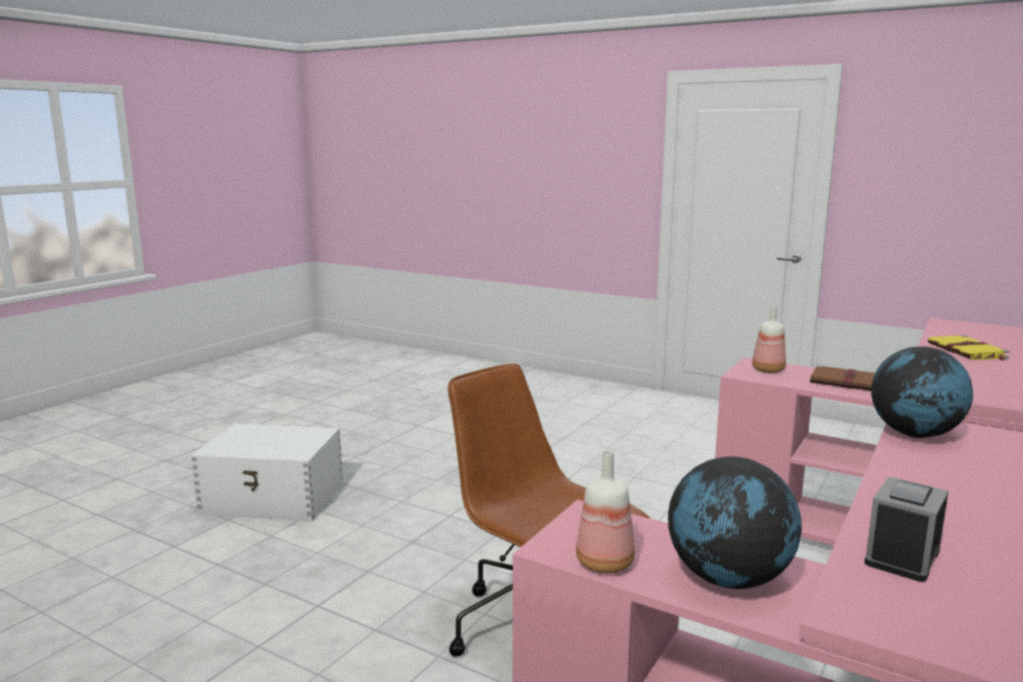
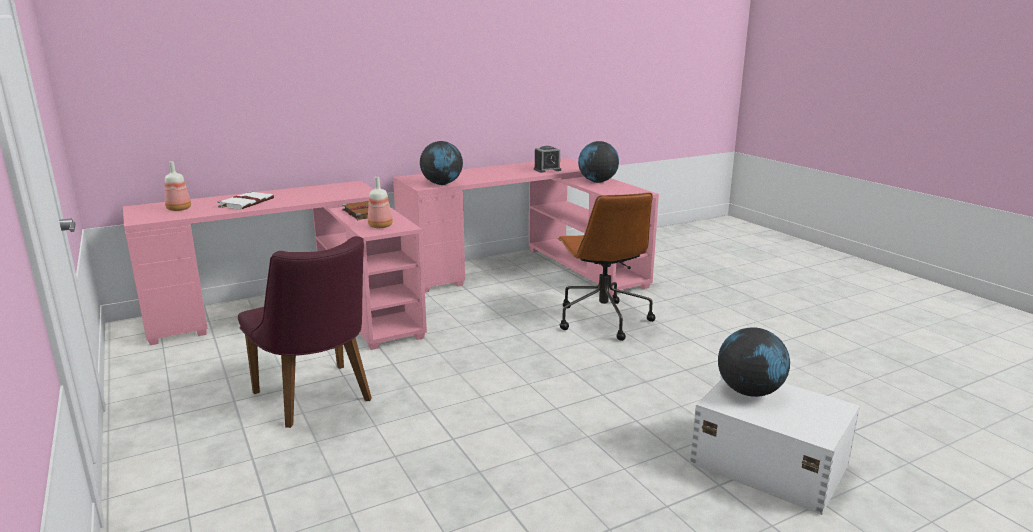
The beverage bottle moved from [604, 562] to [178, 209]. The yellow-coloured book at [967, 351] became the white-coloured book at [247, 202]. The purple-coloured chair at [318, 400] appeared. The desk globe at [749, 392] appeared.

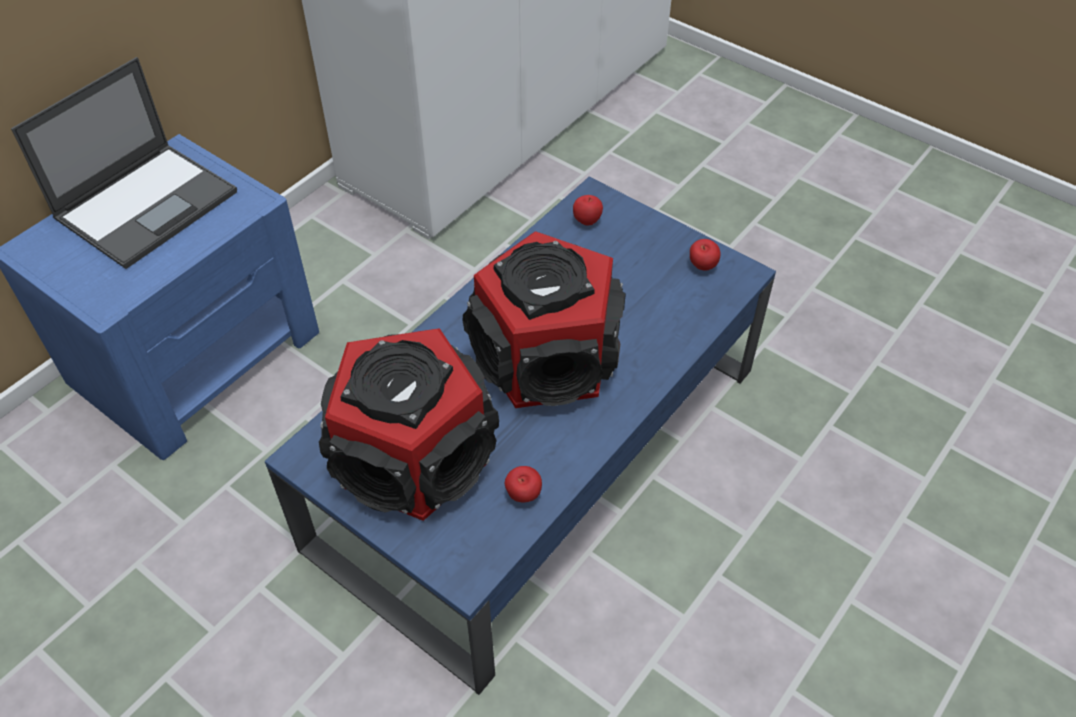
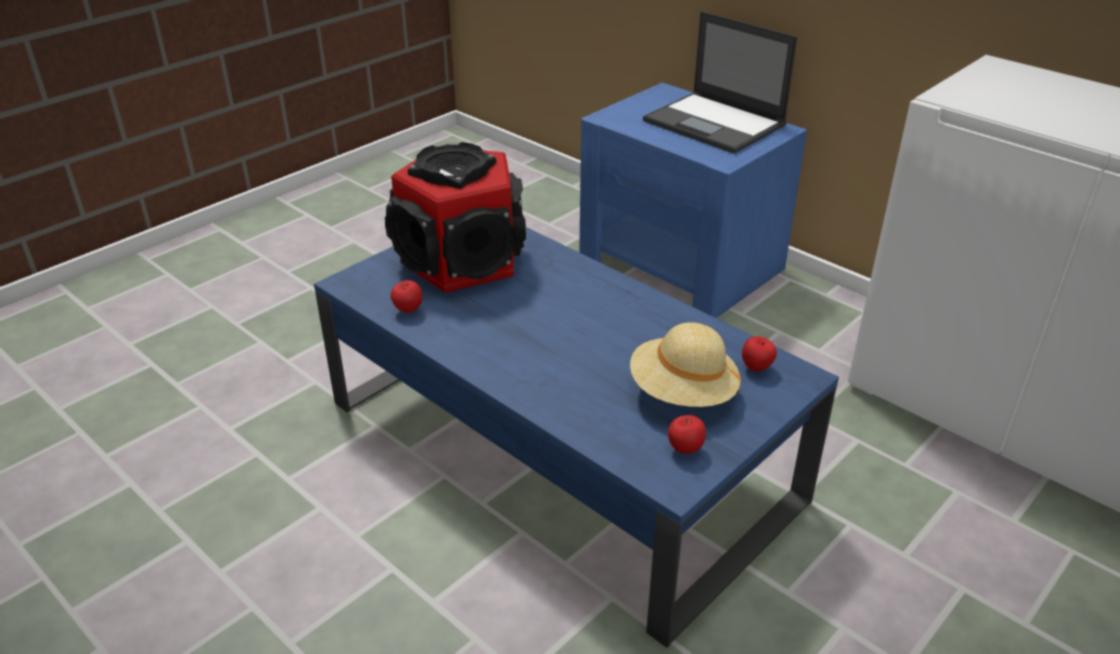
The audio speaker at [548, 361] disappeared. The sand-coloured wearable hat at [682, 393] appeared.

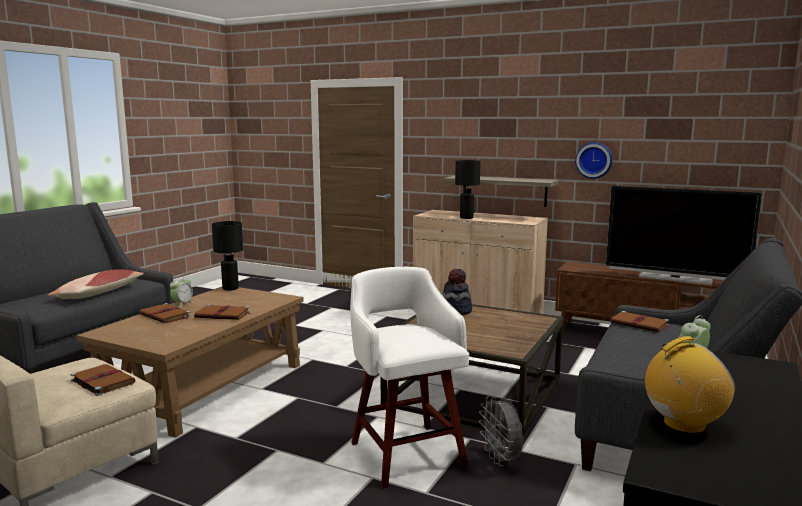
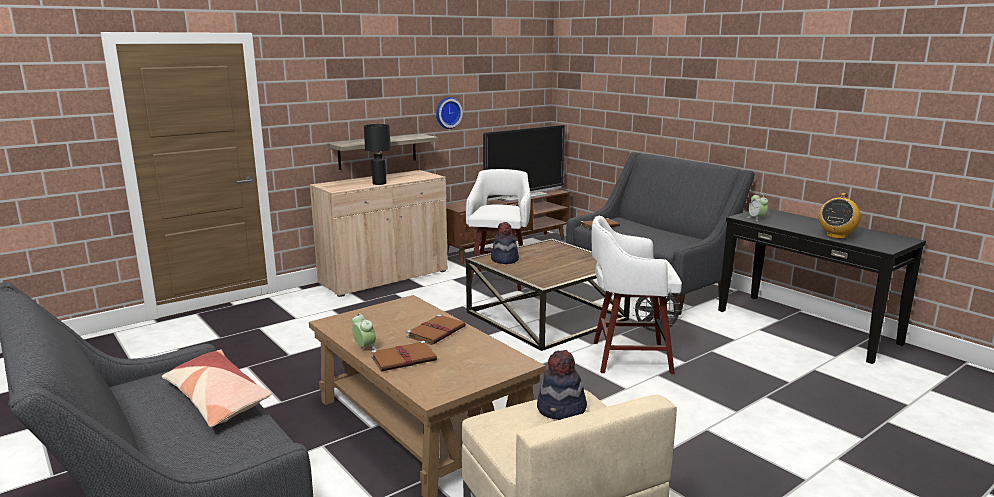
The brown-coloured book at [102, 381] was replaced by the wearable hat at [561, 410]. The black-coloured table lamp at [230, 288] disappeared. The radio receiver at [683, 425] turned 150 degrees counterclockwise. The white-coloured stool at [499, 279] appeared.

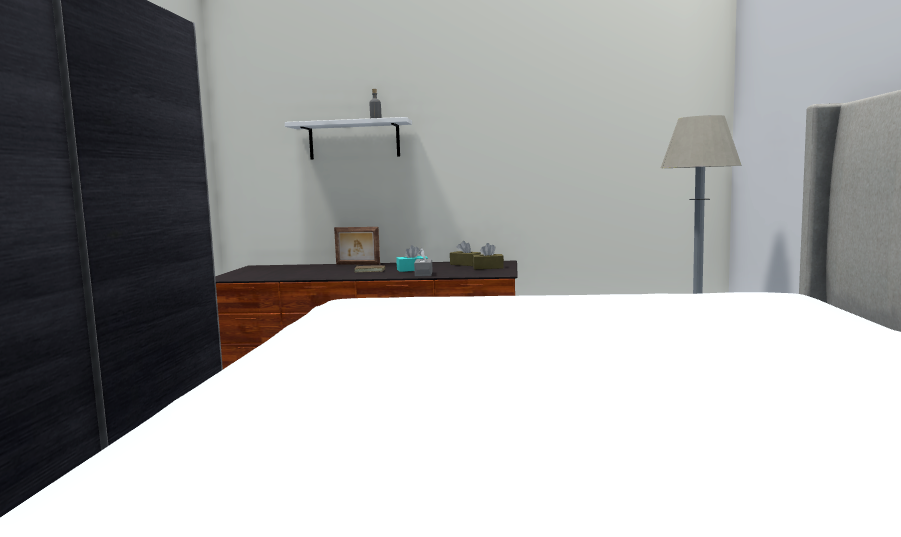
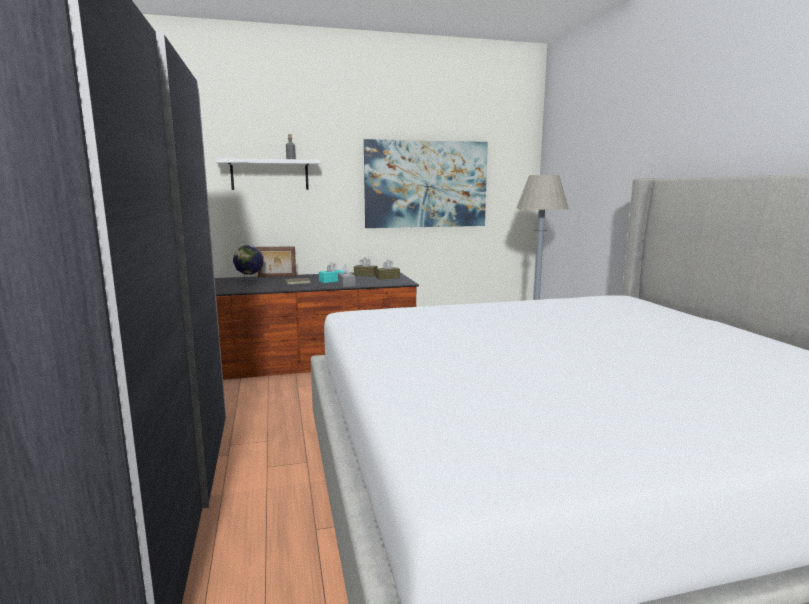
The desk globe at [250, 282] appeared. The wall picture at [426, 184] appeared.

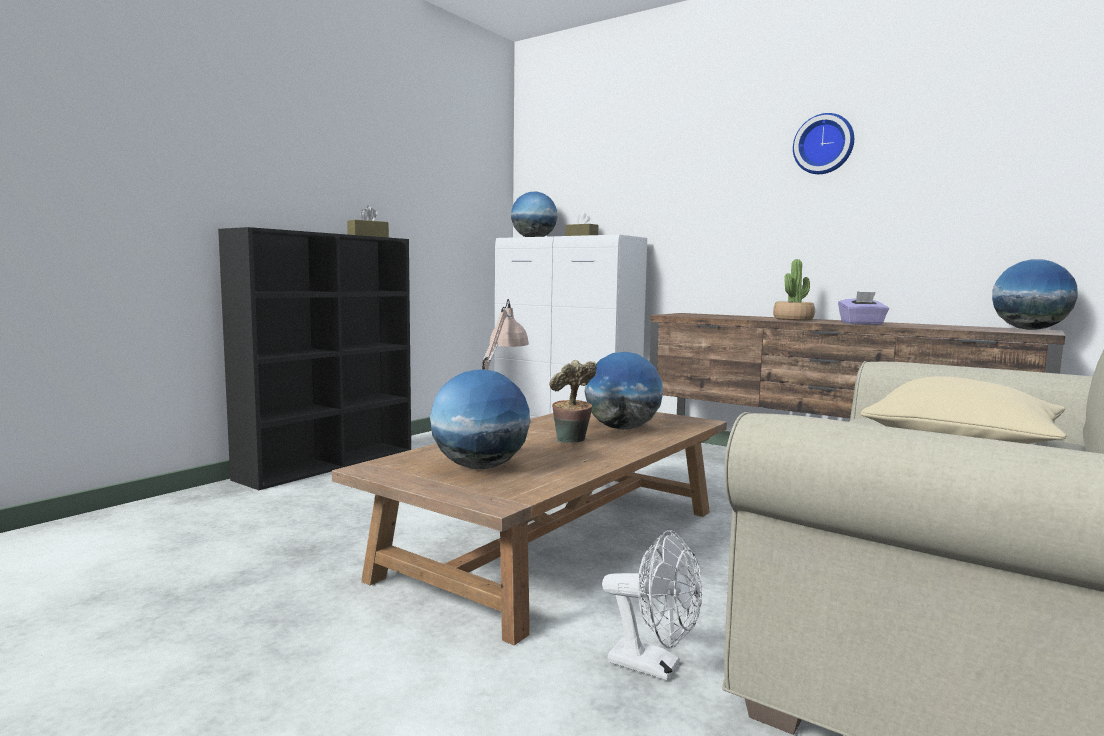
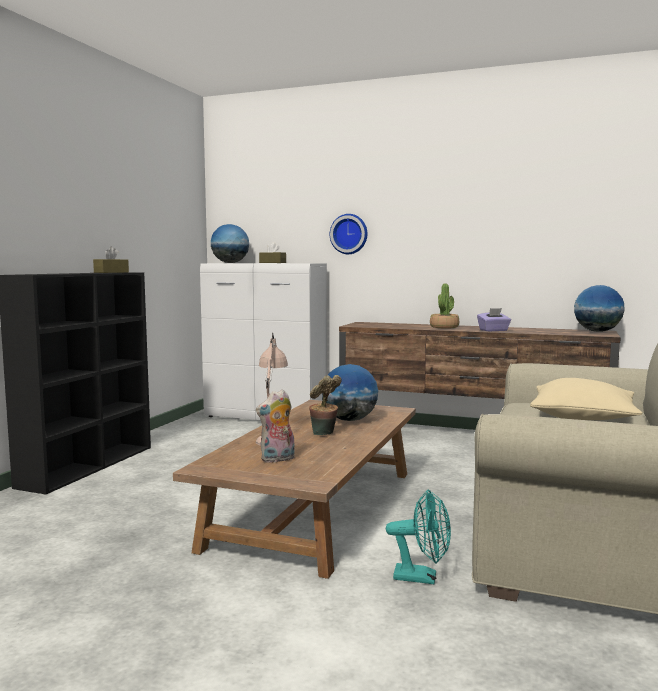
The desk globe at [480, 467] was replaced by the soft toy at [277, 459]. The white-coloured cooling fan at [655, 666] became the blue-green cooling fan at [422, 577]. The wall clock moved from [824, 144] to [349, 234].

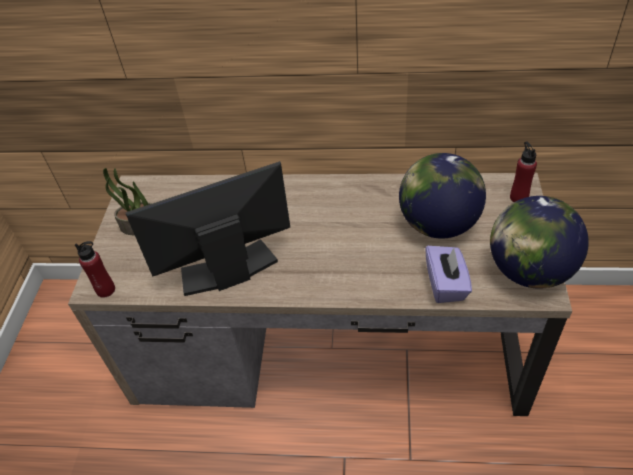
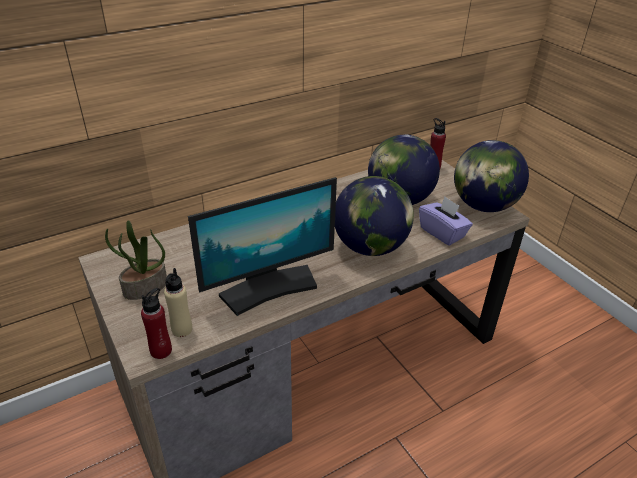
The monitor at [228, 270] turned 150 degrees counterclockwise. The sand-coloured beverage bottle at [182, 329] appeared. The desk globe at [370, 247] appeared.

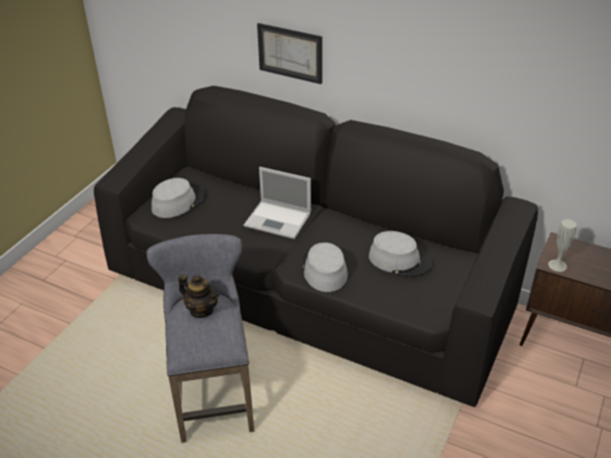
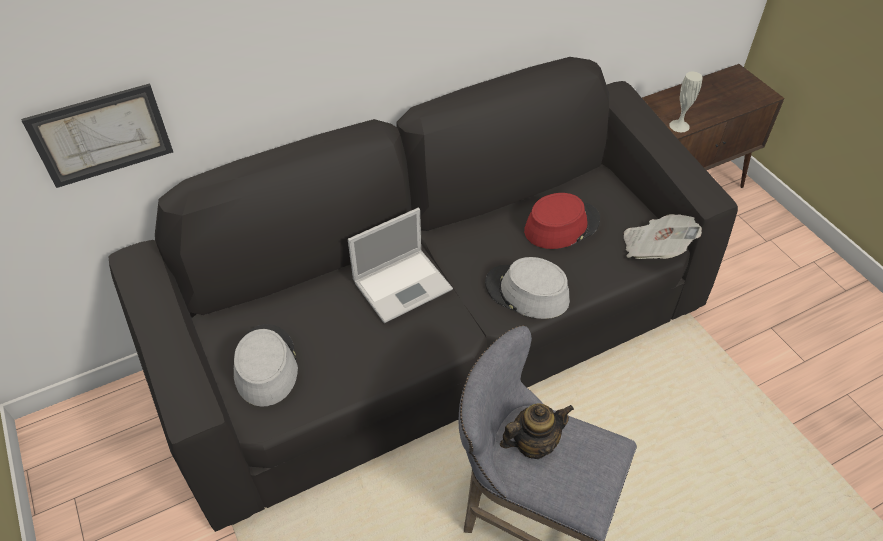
The wall picture moved from [290, 53] to [101, 135]. The gray wearable hat at [399, 260] became the reddish wearable hat at [561, 225]. The printed paper at [655, 249] appeared.

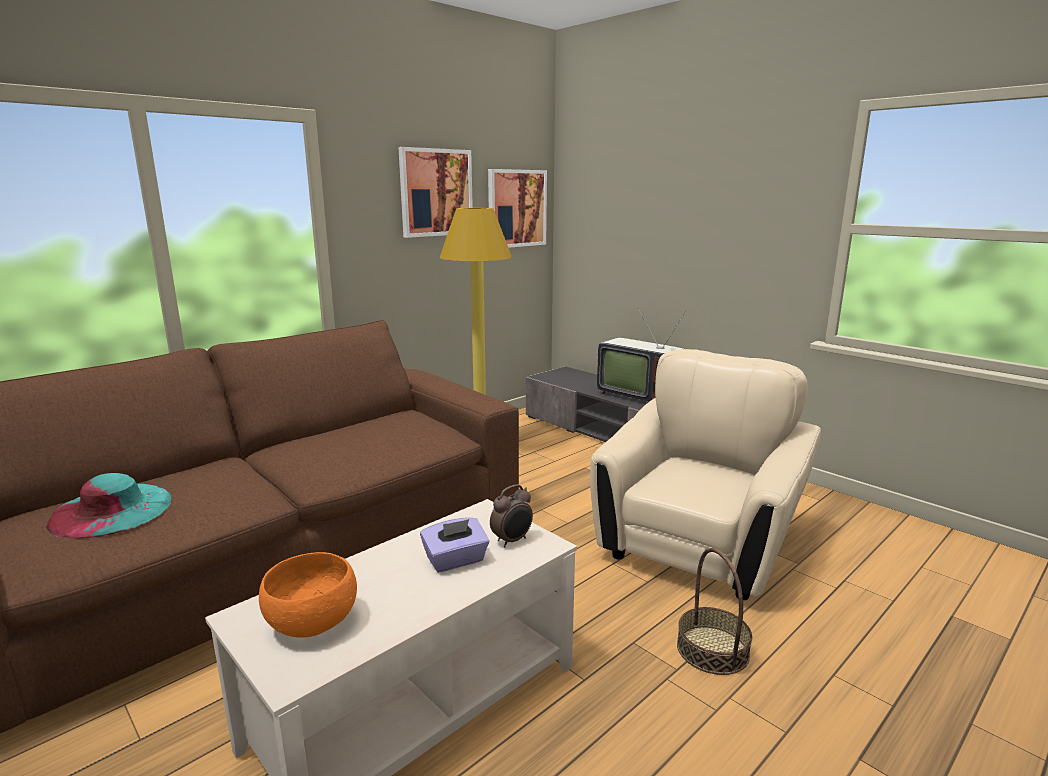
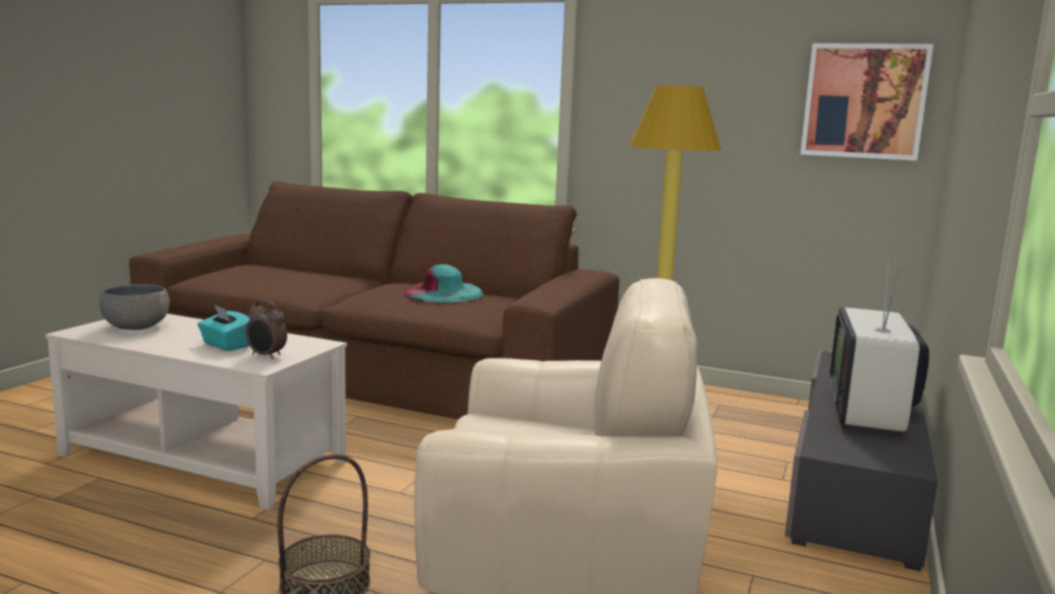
The blue-green wearable hat moved from [112, 510] to [443, 293]. The orange-coloured bowl at [313, 621] became the gray bowl at [137, 327]. The wall picture at [436, 192] disappeared. The purple-coloured tissue box at [455, 560] became the blue-green tissue box at [226, 345].

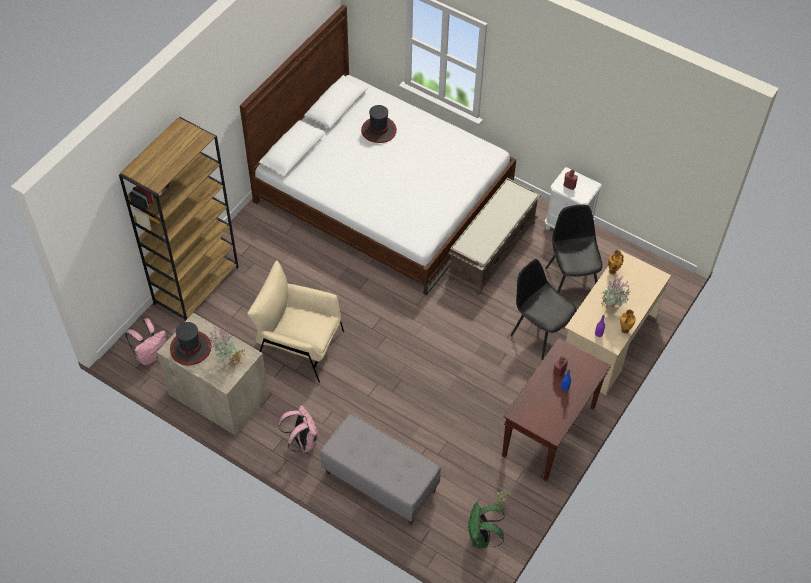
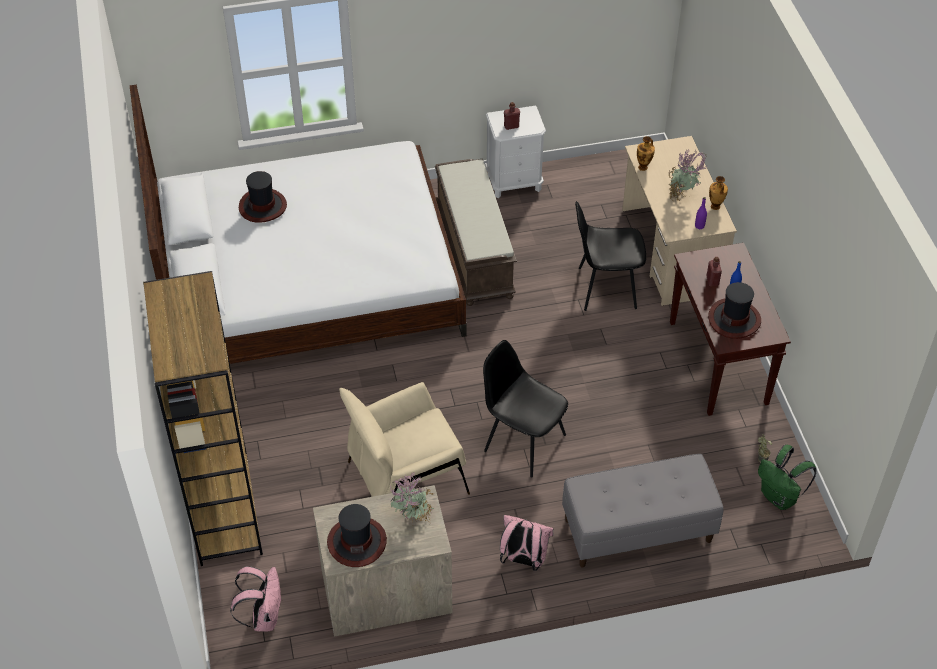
The black-coloured chair moved from [571, 279] to [523, 441]. The wearable hat at [734, 319] appeared.

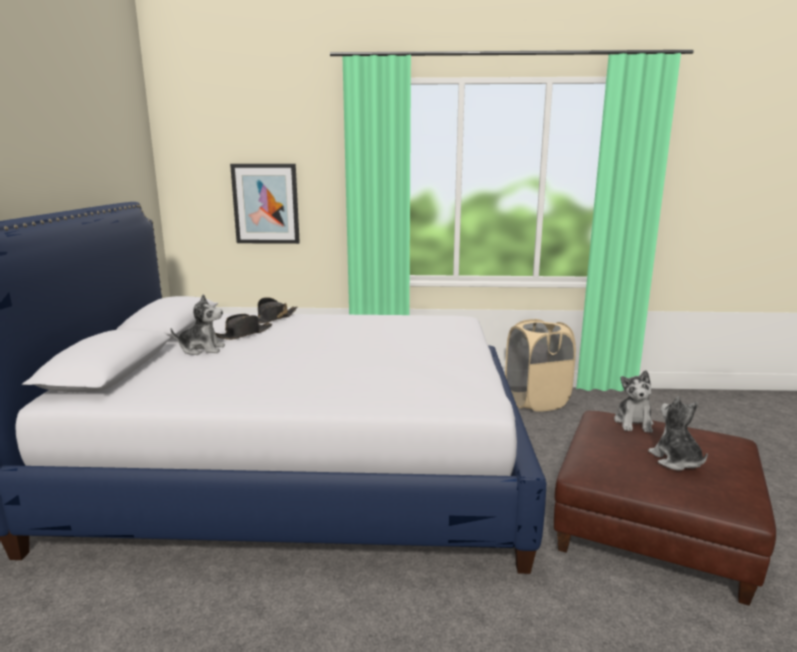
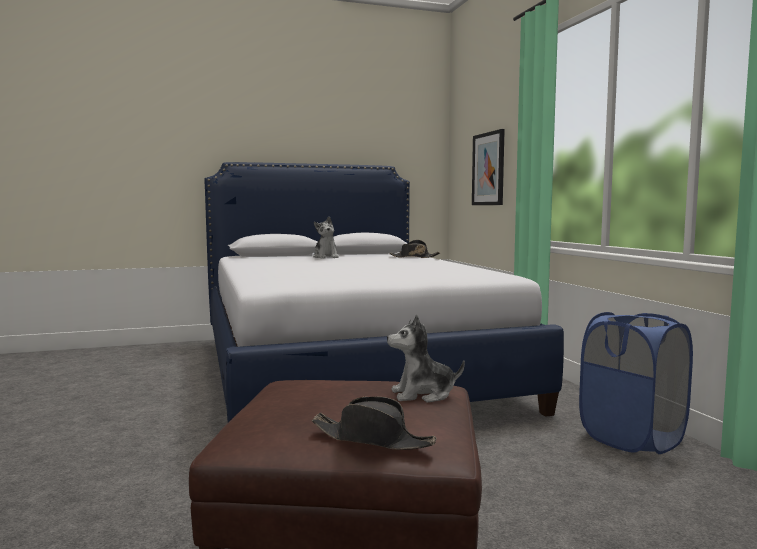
The black-coloured wearable hat moved from [243, 334] to [373, 439]. The sand-coloured washing basket at [536, 401] became the blue washing basket at [632, 438]. The soft toy at [676, 461] disappeared.

